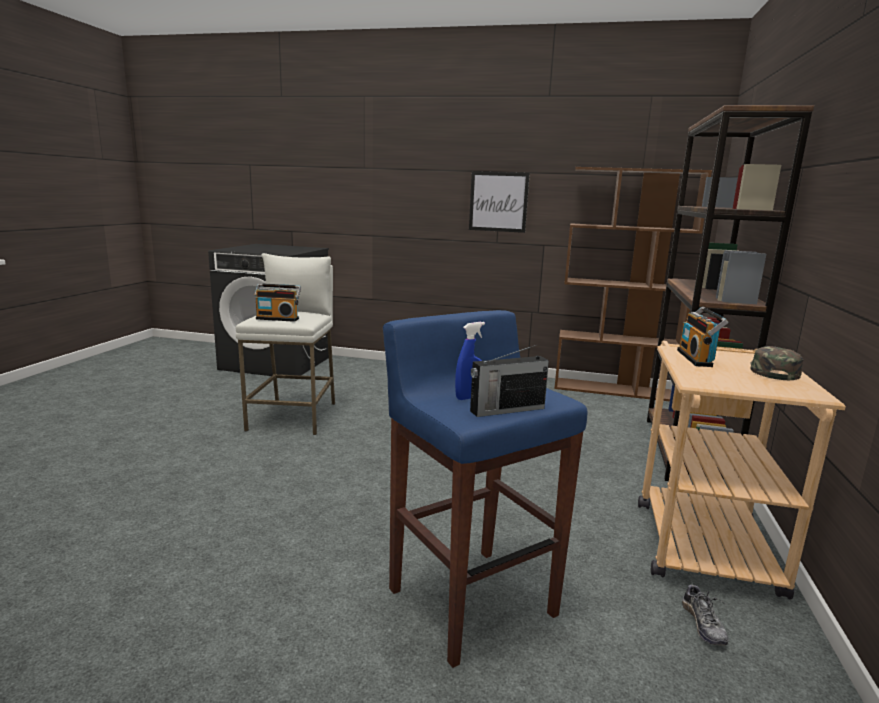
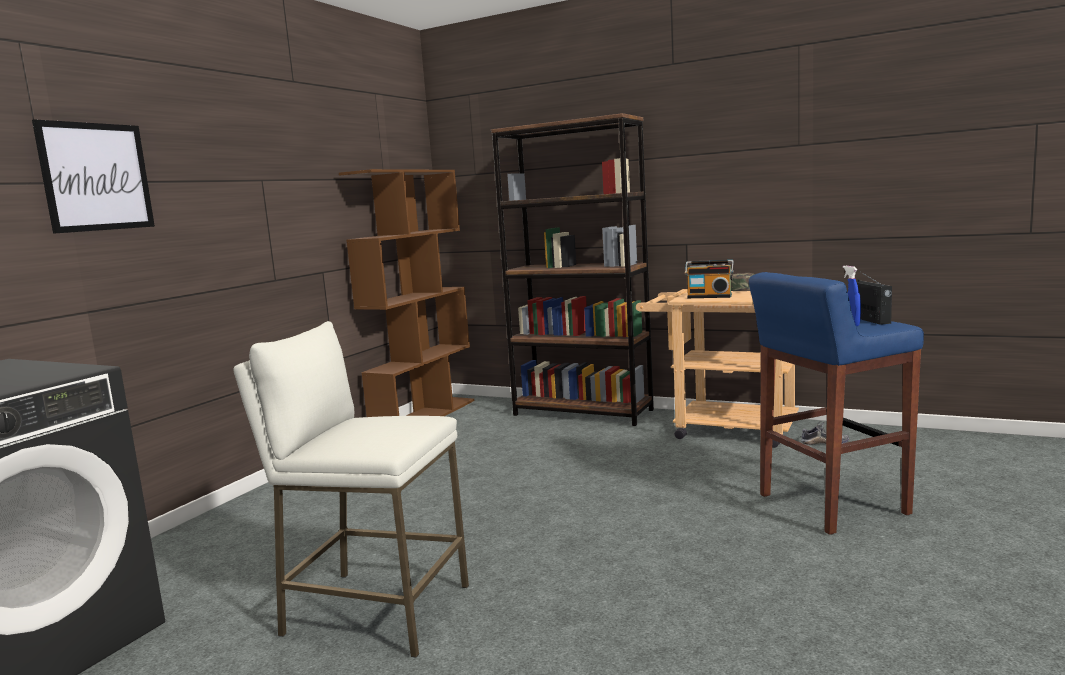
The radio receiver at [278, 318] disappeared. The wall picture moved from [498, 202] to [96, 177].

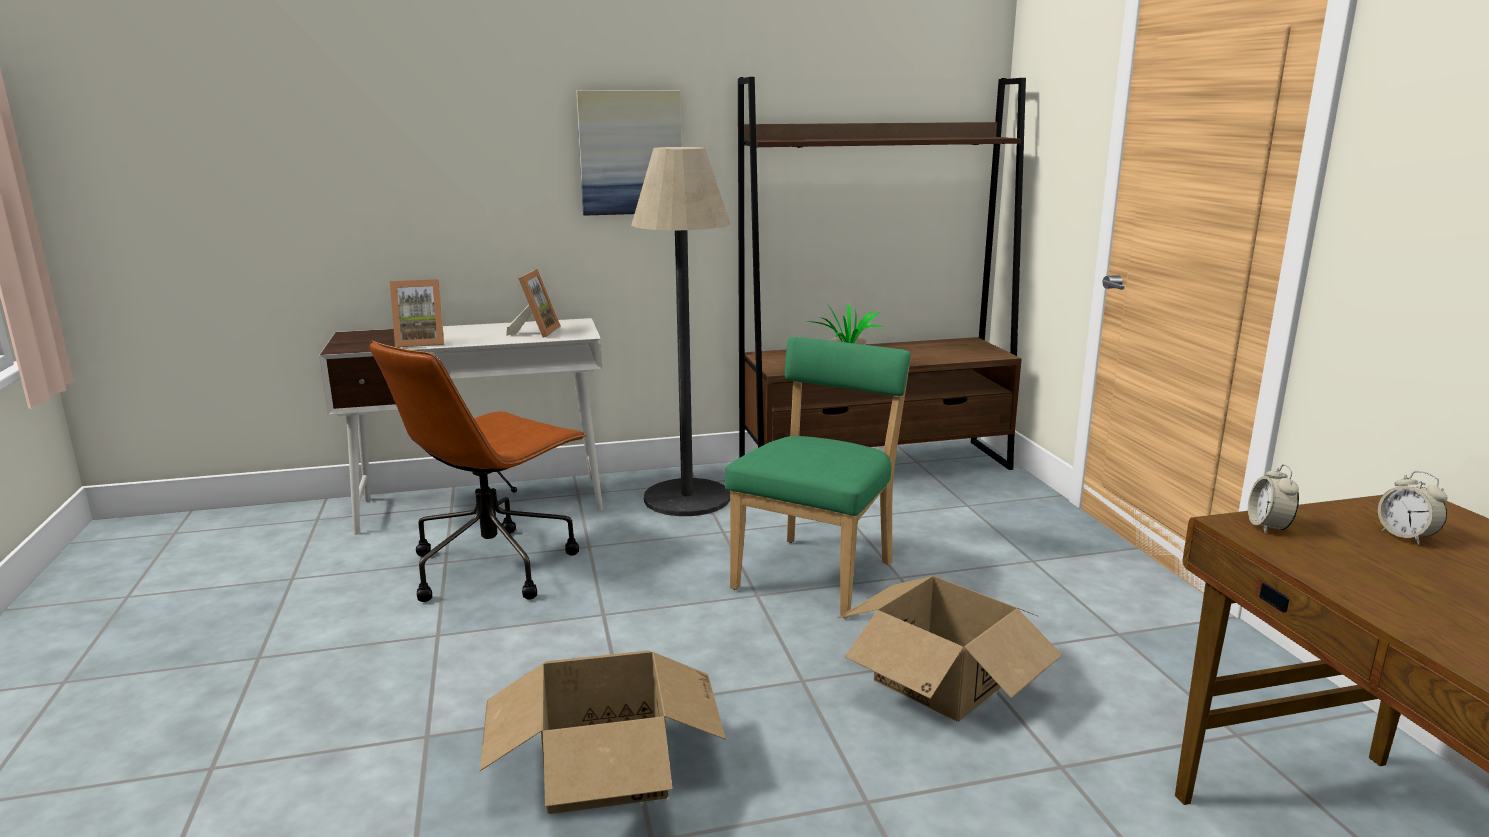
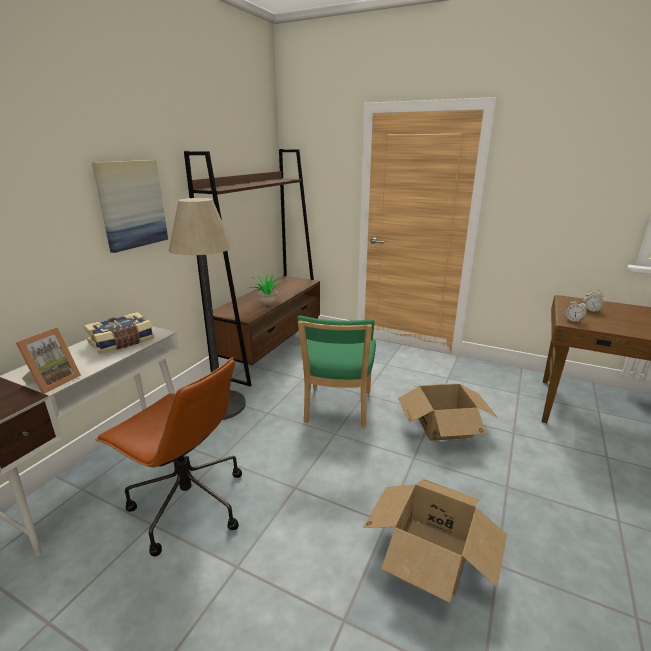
The brown-coloured office chair at [494, 565] turned 45 degrees counterclockwise. The picture frame at [536, 332] was replaced by the book at [122, 342]. The greenish chair at [818, 573] turned 150 degrees counterclockwise.

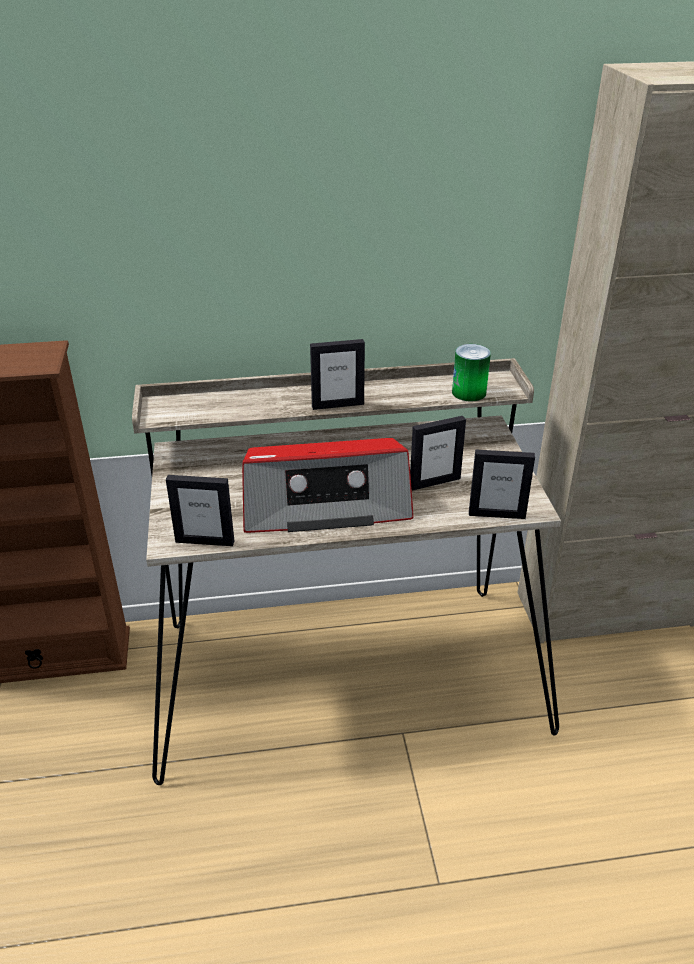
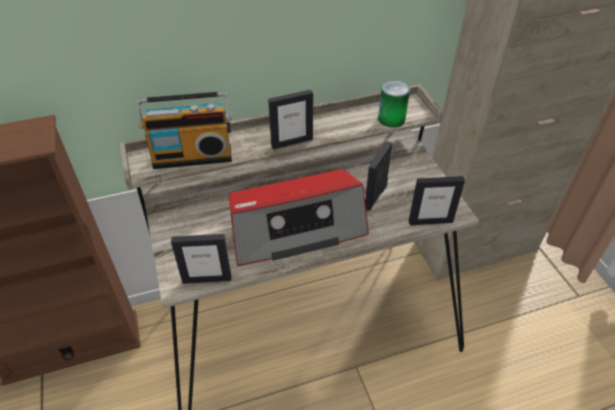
The picture frame at [434, 482] turned 150 degrees clockwise. The radio receiver at [193, 155] appeared.

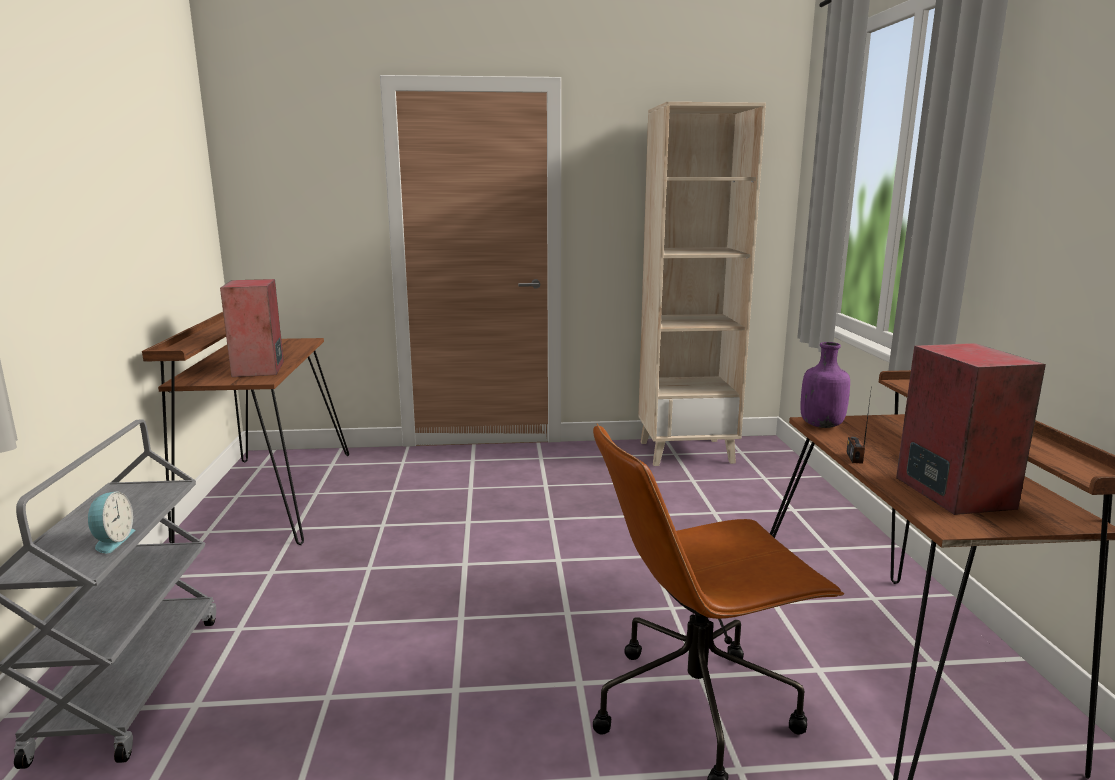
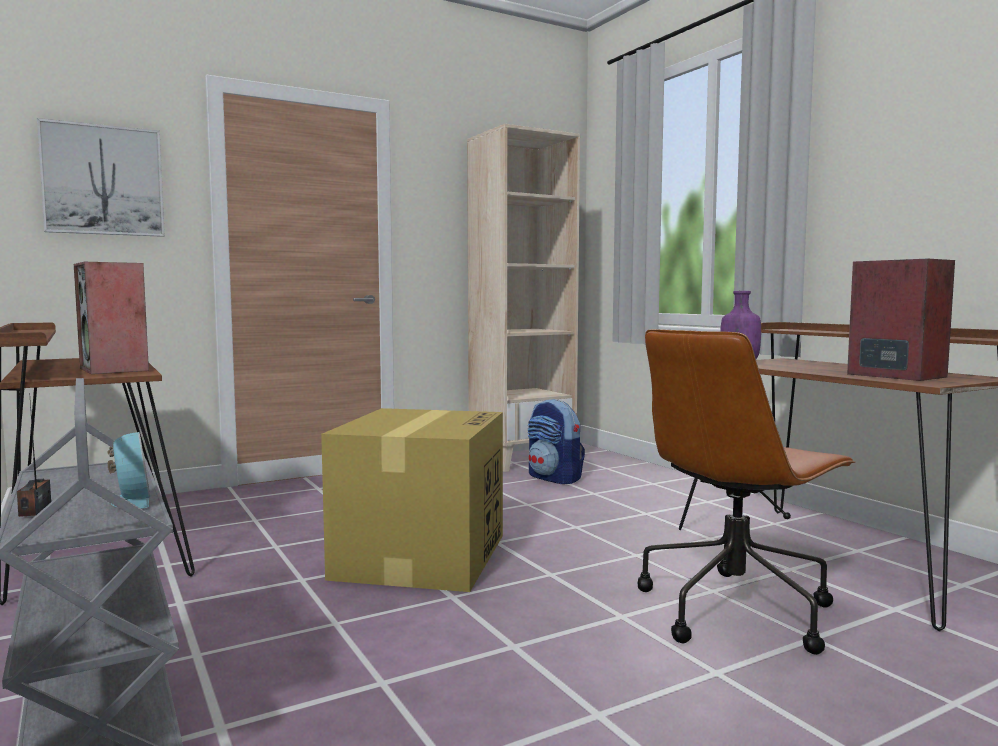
The radio receiver moved from [854, 457] to [35, 509]. The wall picture at [103, 180] appeared. The carton at [421, 555] appeared. The rucksack at [554, 478] appeared.

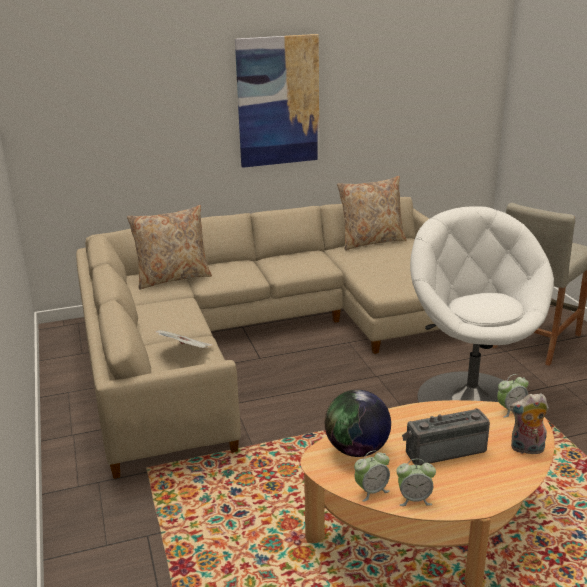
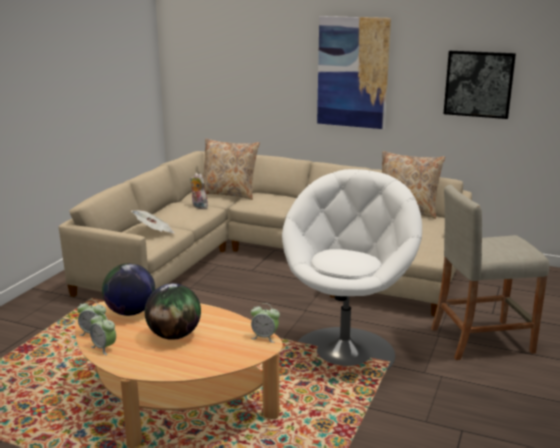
The radio receiver at [444, 450] was replaced by the desk globe at [174, 335]. The soft toy moved from [526, 449] to [198, 207]. The wall picture at [478, 84] appeared.

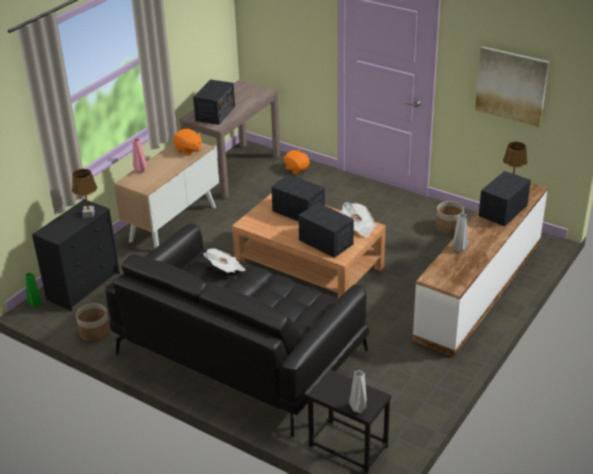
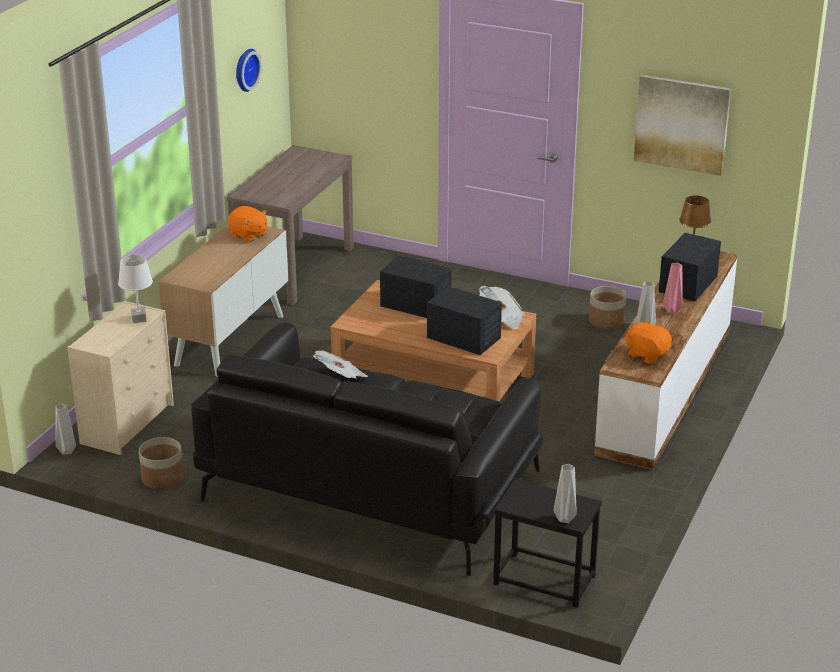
The greenish flower vase at [35, 304] became the gray flower vase at [66, 451]. The black-coloured chest of drawers at [84, 285] became the sand-coloured chest of drawers at [128, 423]. The brown-coloured table lamp at [88, 214] became the white-coloured table lamp at [138, 318]. The pink flower vase moved from [140, 171] to [671, 310]. The radio receiver at [215, 113] disappeared. The orange-coloured soft toy moved from [296, 169] to [647, 354]. The wall clock at [245, 69] appeared.

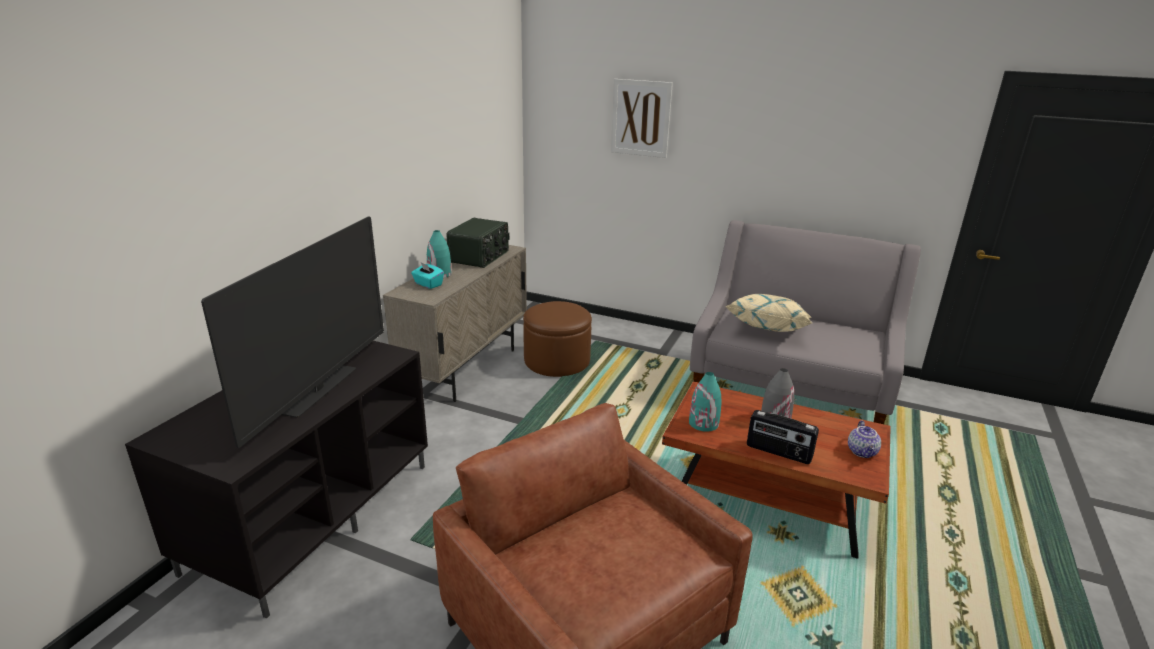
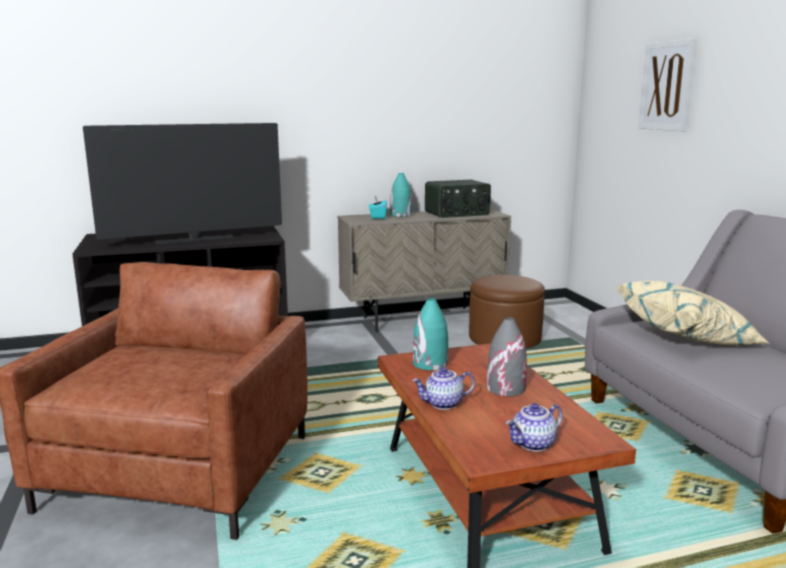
The radio receiver at [778, 452] was replaced by the tea pot at [443, 404].

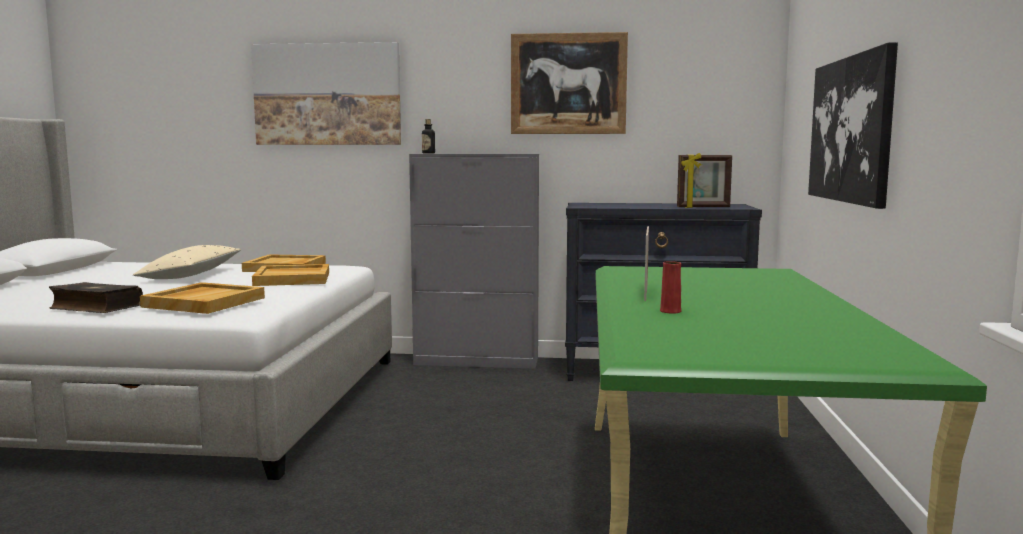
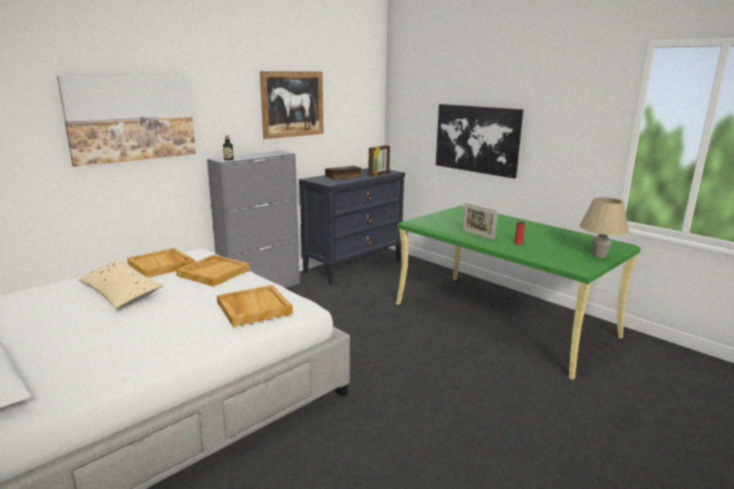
The book moved from [95, 308] to [343, 177]. The sand-coloured table lamp at [599, 255] appeared.

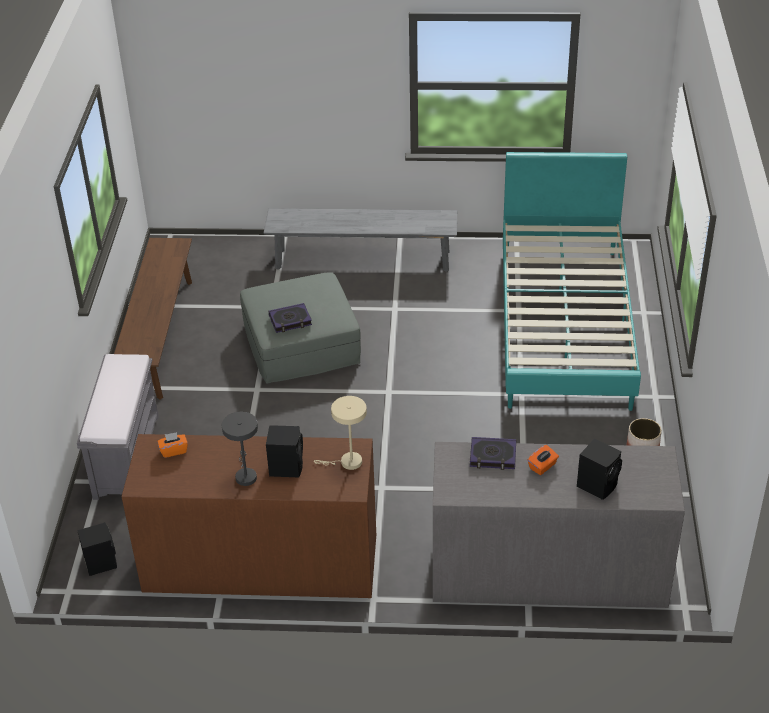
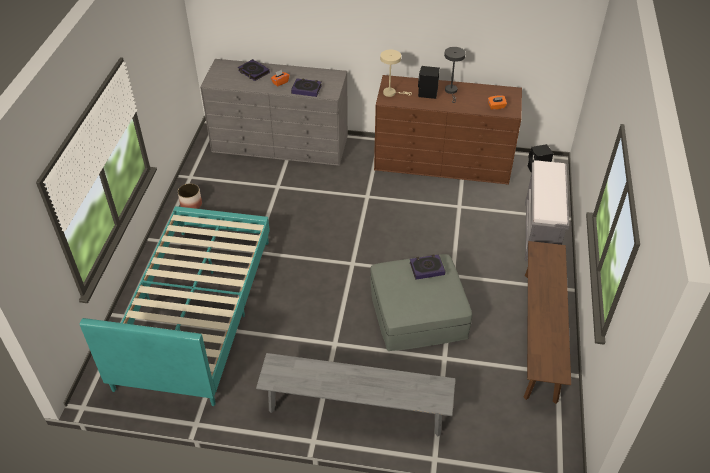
The black-coloured audio speaker at [598, 484] was replaced by the book at [253, 72].

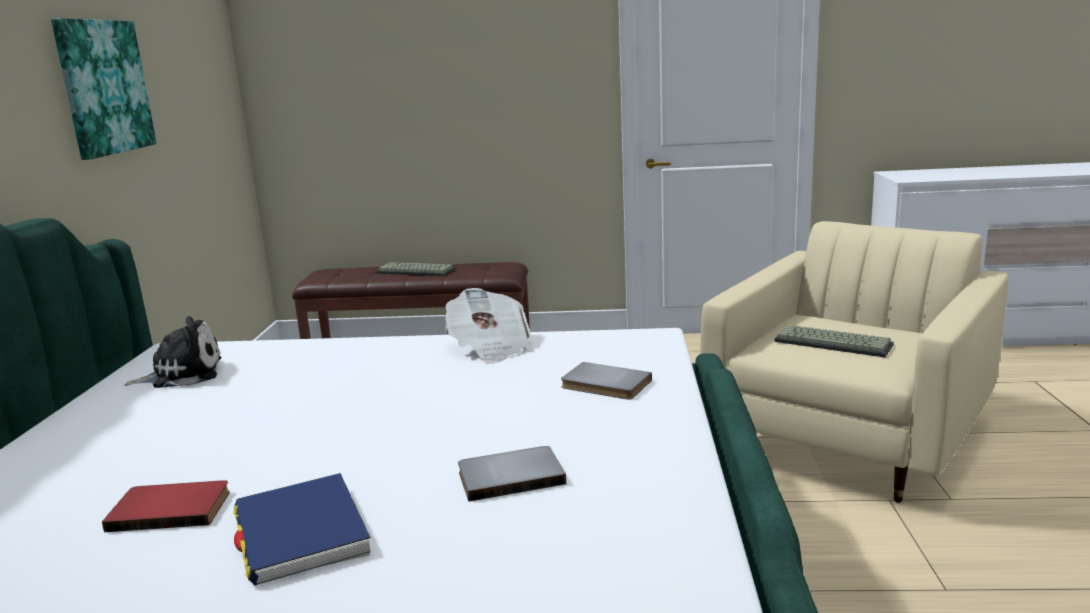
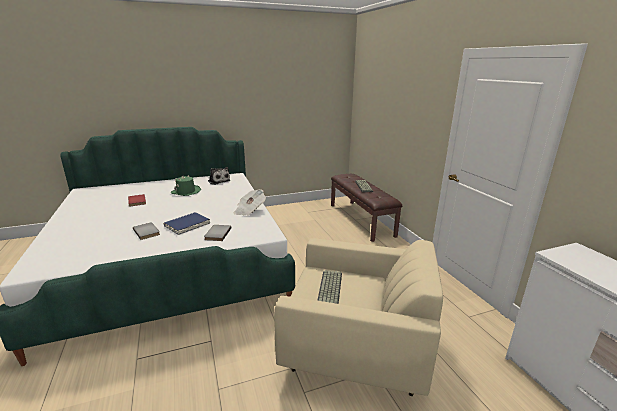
The wall picture at [103, 87] disappeared. The blue book moved from [301, 534] to [187, 225]. The greenish wearable hat at [186, 192] appeared.

